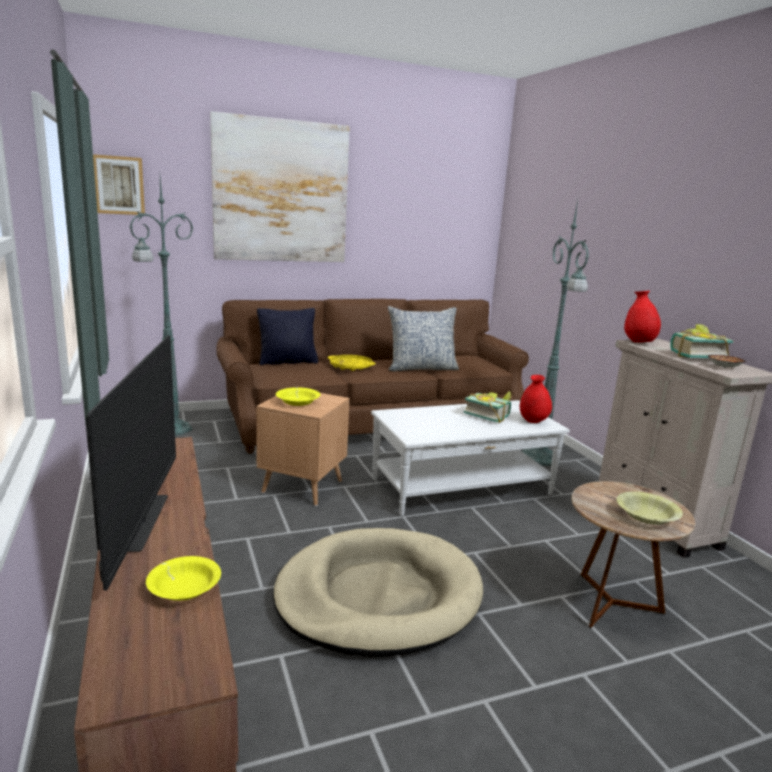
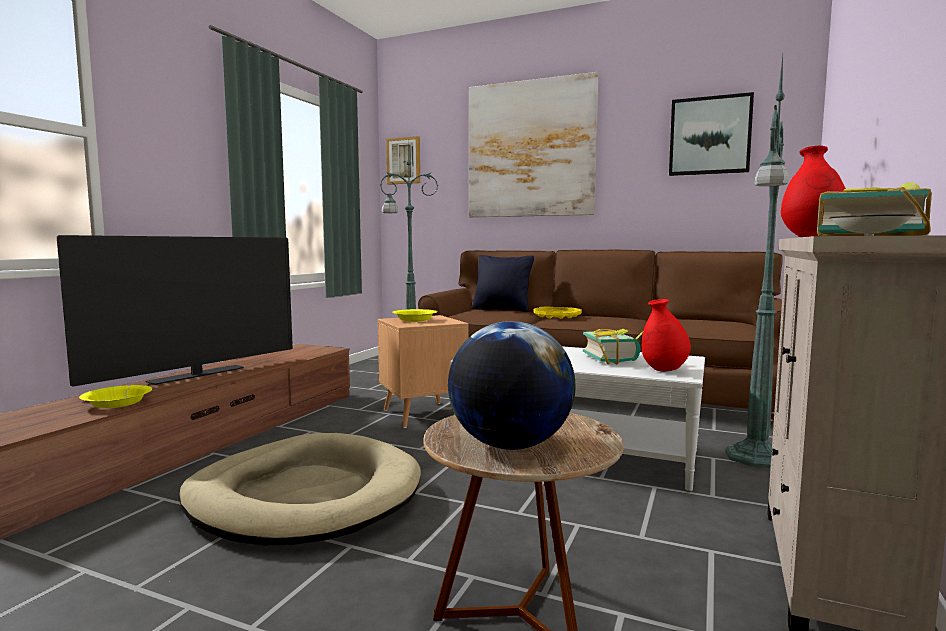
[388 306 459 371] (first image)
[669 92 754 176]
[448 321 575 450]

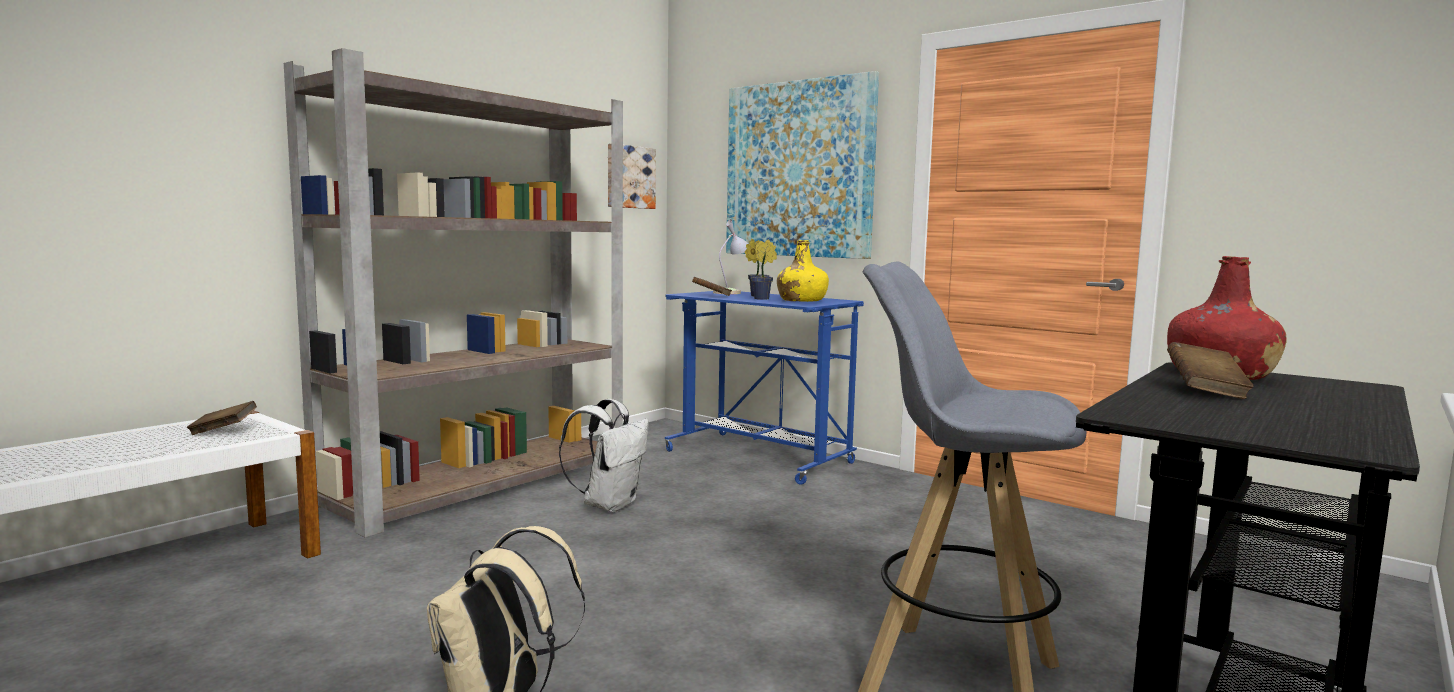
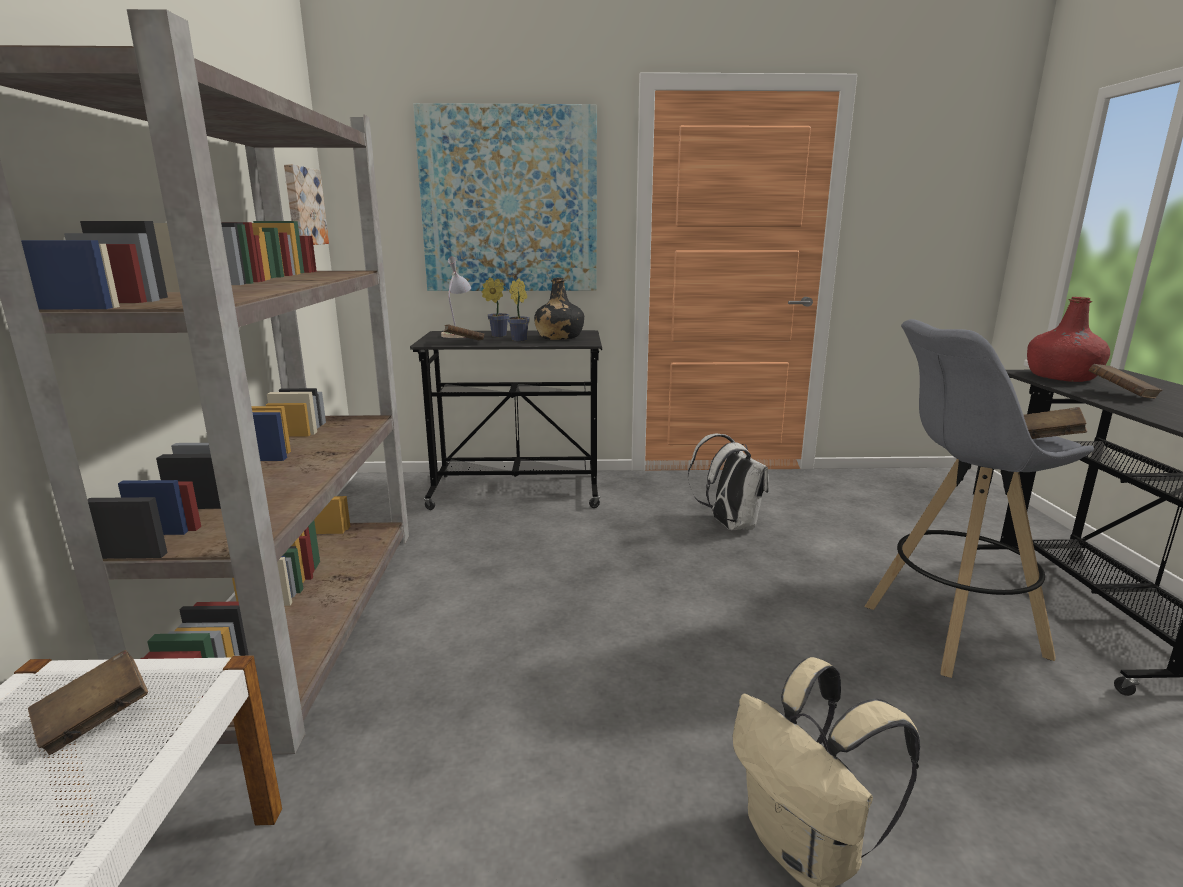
[1023 407 1087 439]
[688 434 769 530]
[410 330 602 510]
[534 277 584 340]

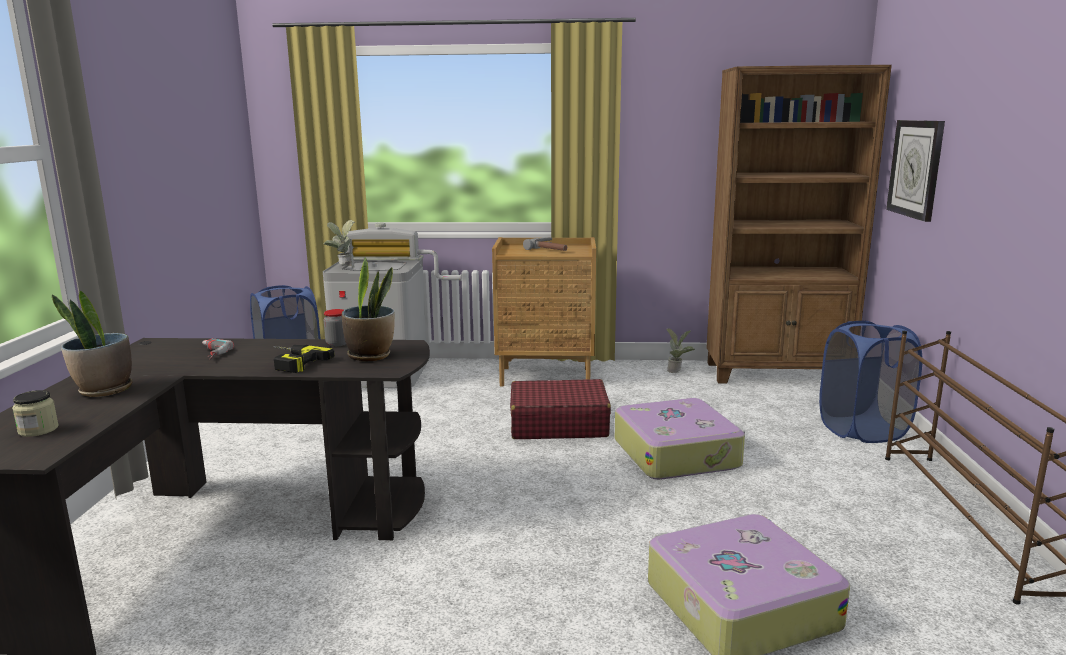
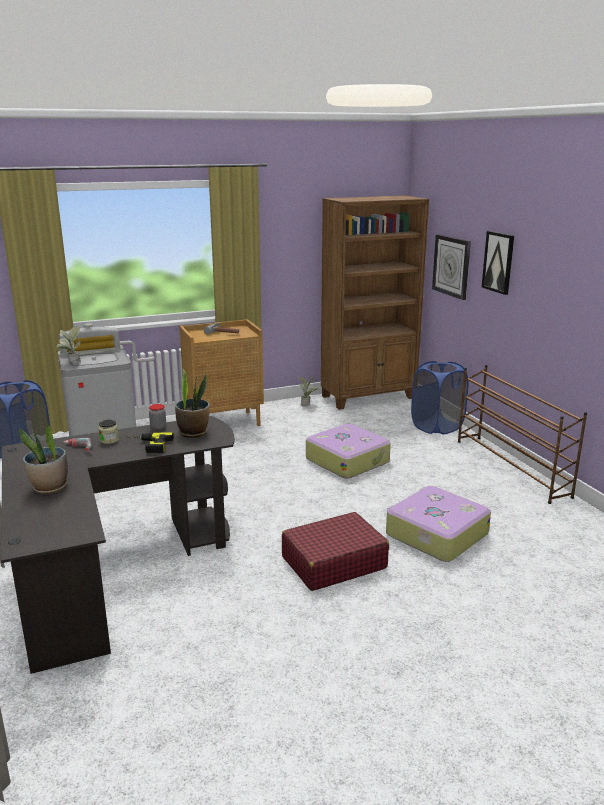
[482 231 514 295]
[99 420 119 444]
[282 512 389 591]

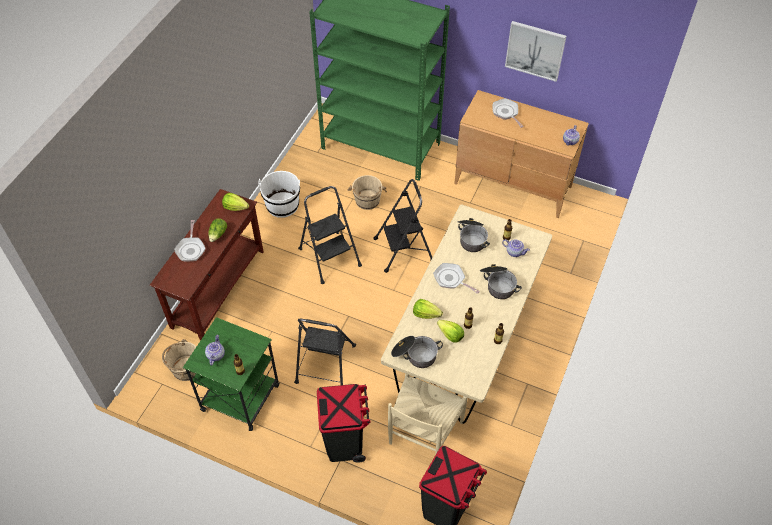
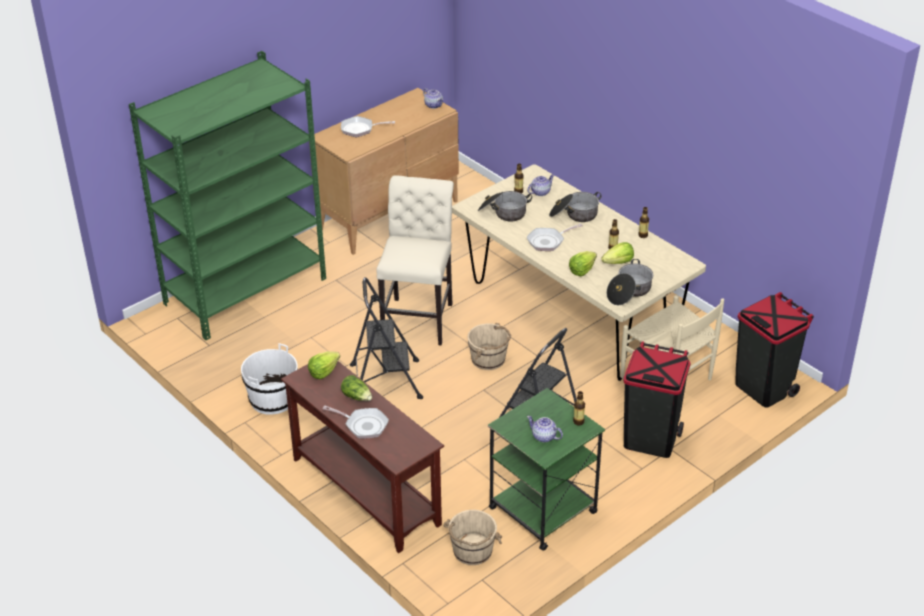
[505 21 566 82] (first image)
[467 323 511 370]
[376 175 454 345]

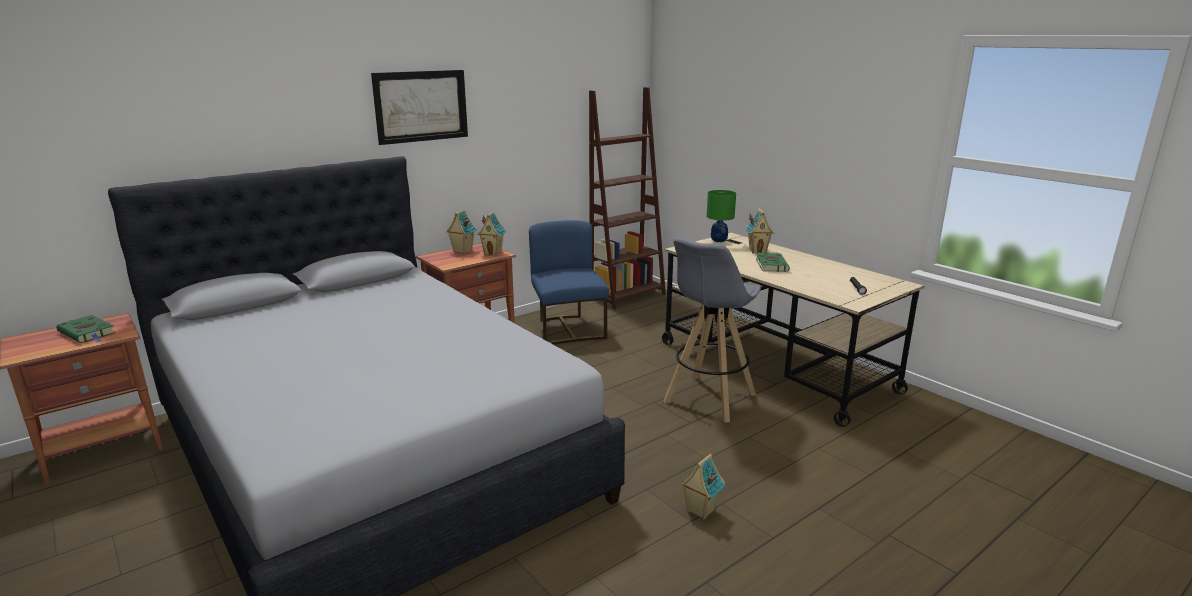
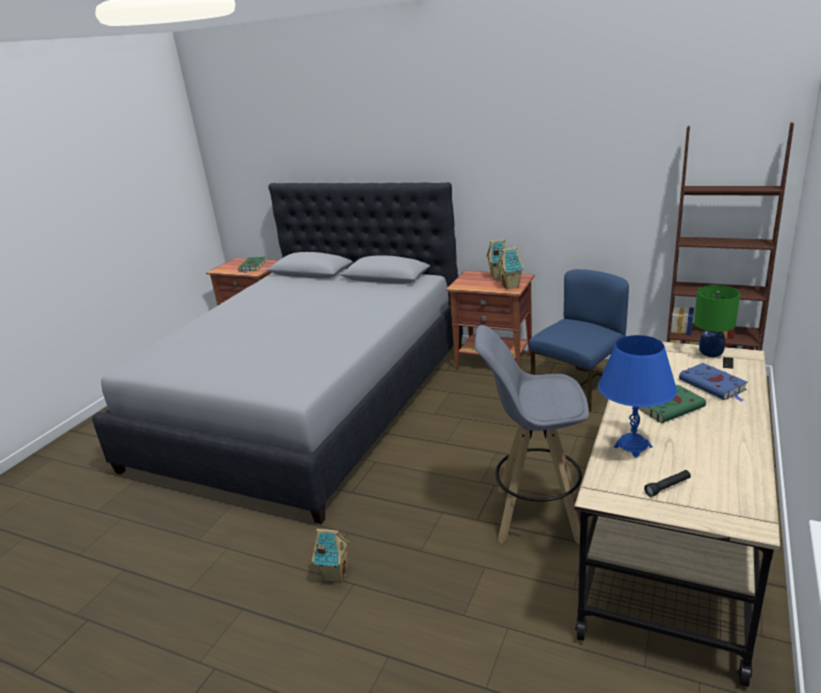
[371 70 468 145] (first image)
[598 335 677 458]
[679 363 748 402]

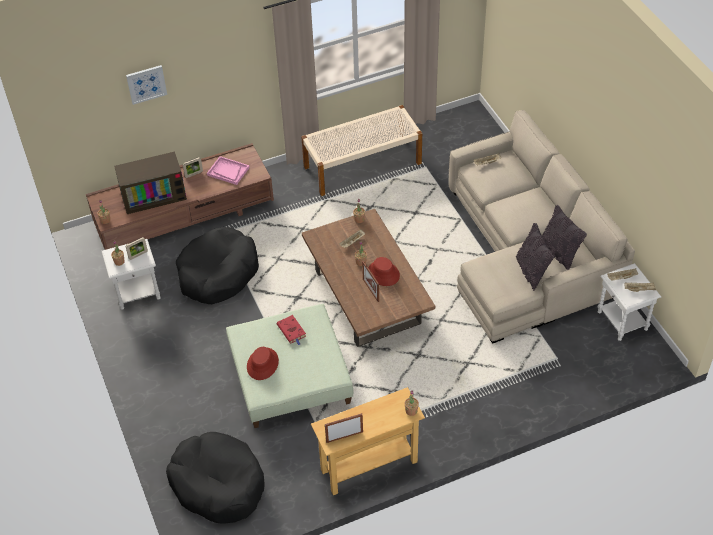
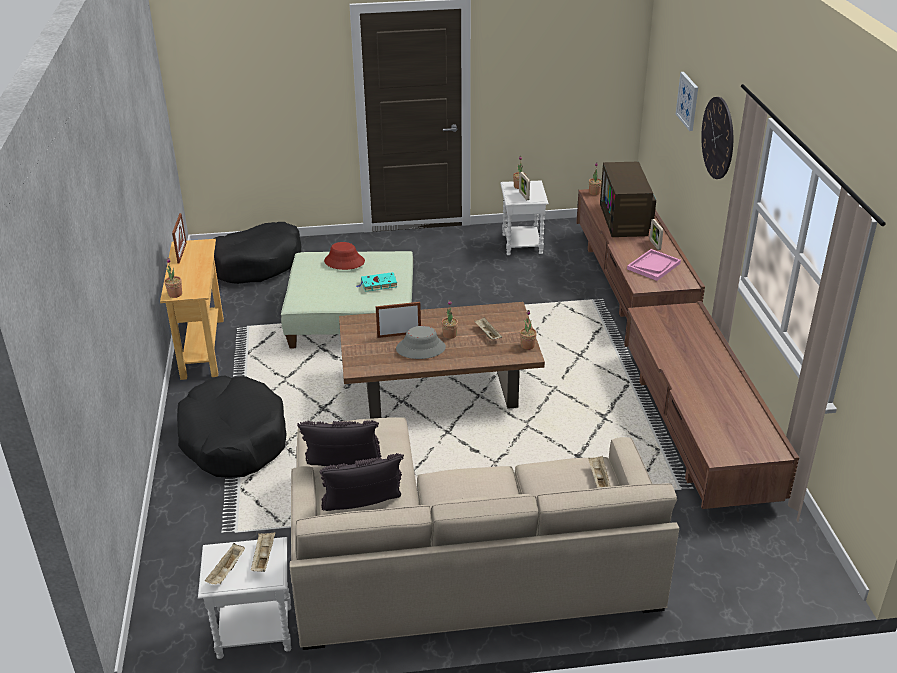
[701 97 733 179]
[177 375 287 477]
[624 301 799 509]
[357 272 397 292]
[396 326 446 359]

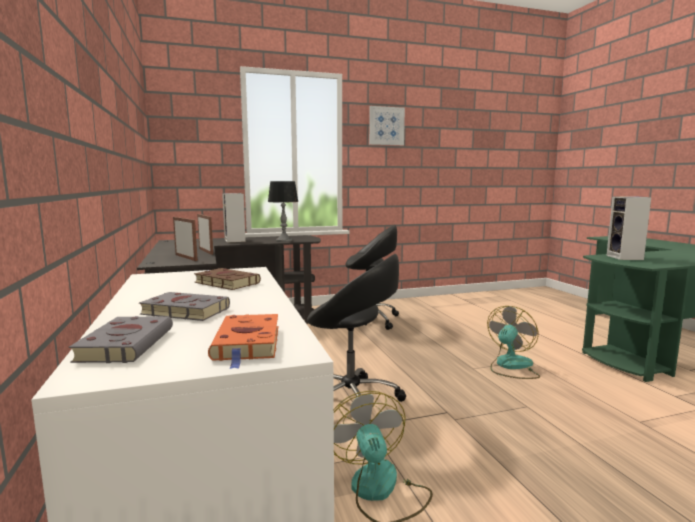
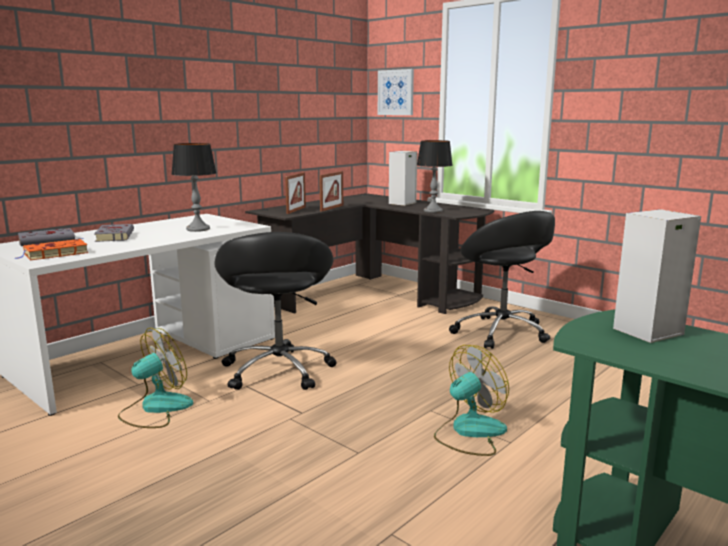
[378 69 414 115]
[172 143 217 232]
[434 345 509 456]

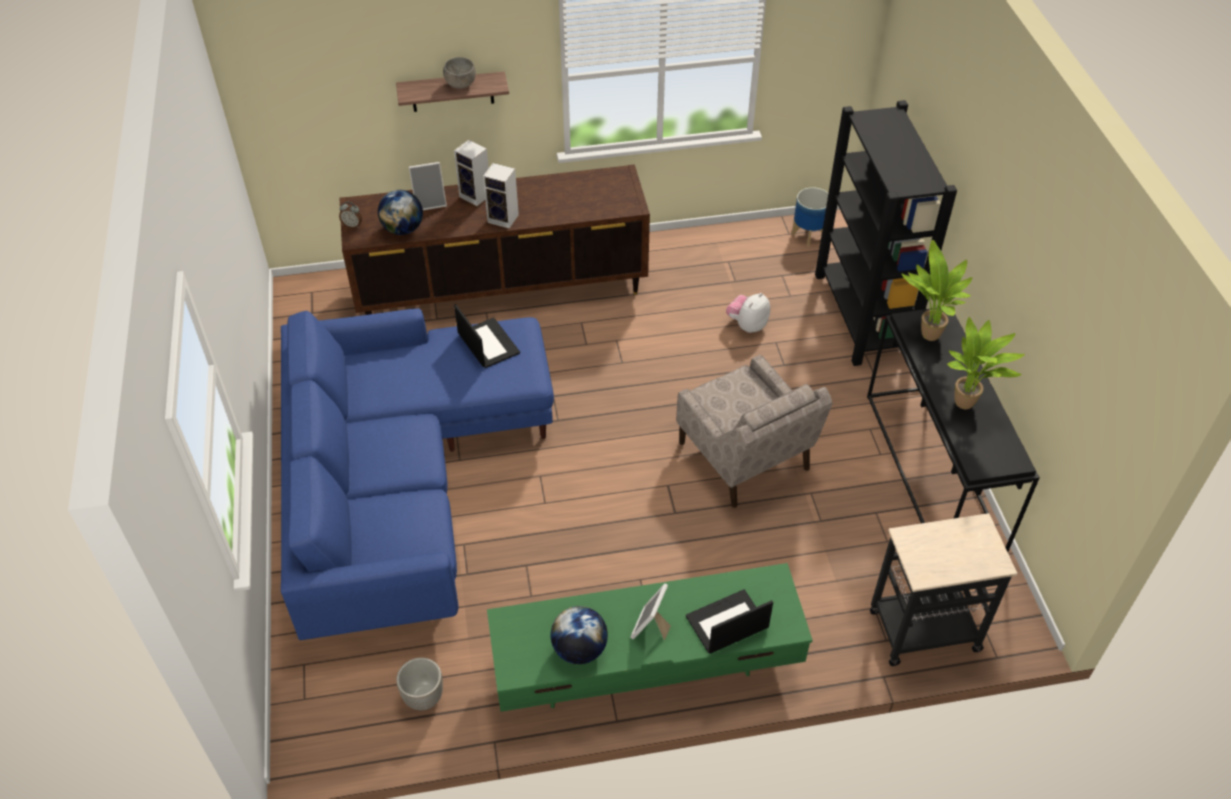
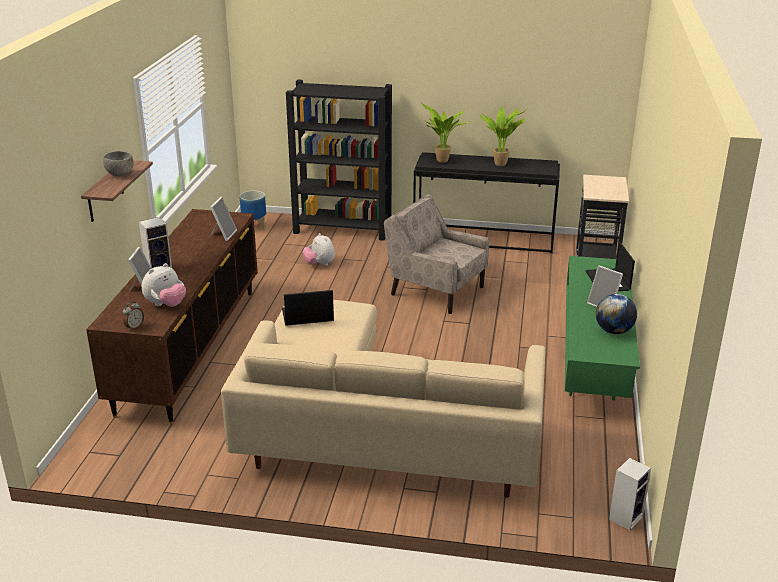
[396 658 443 710] (first image)
[210 197 237 241]
[609 458 651 530]
[142 263 186 307]
[221 300 545 498]
[384 194 489 314]

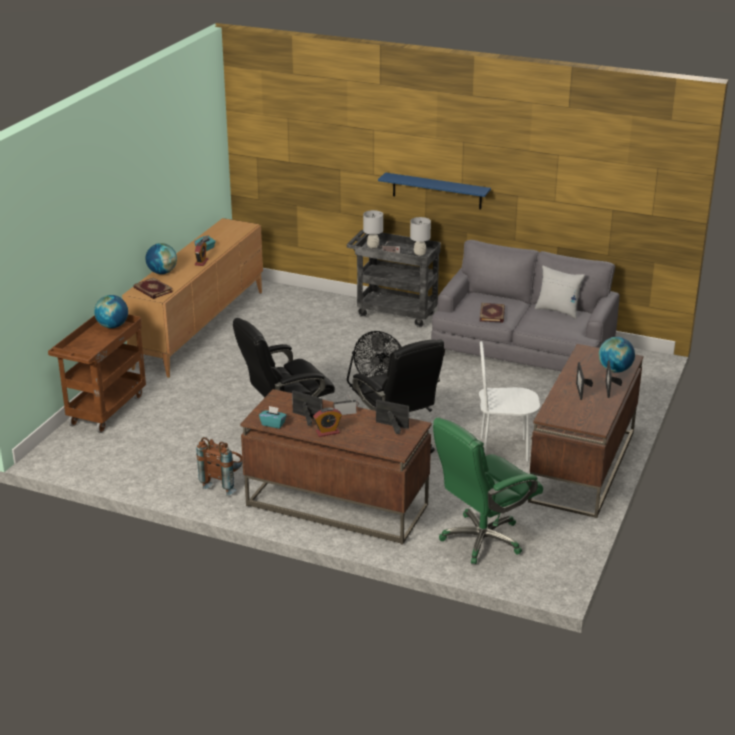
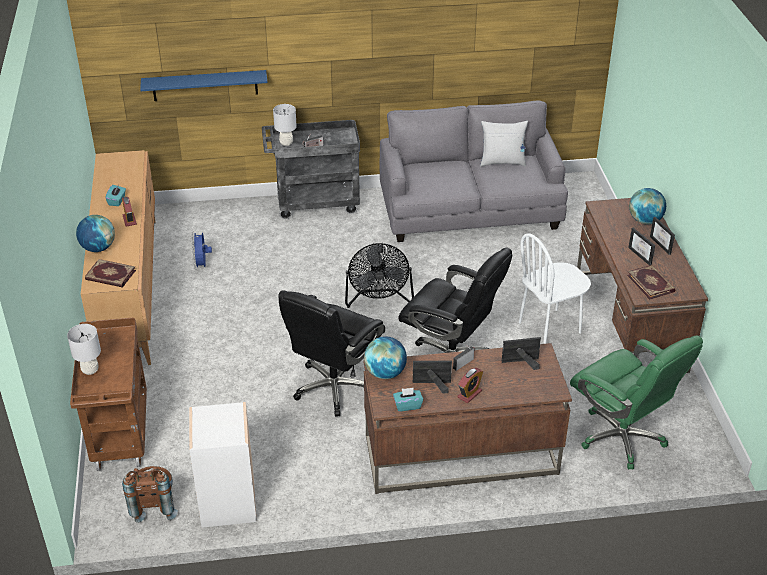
[189 402 257 528]
[192 231 212 270]
[364 336 407 379]
[122 466 178 523]
[140 70 268 101]
[67 324 101 375]
[627 265 675 300]
[570 336 703 470]

